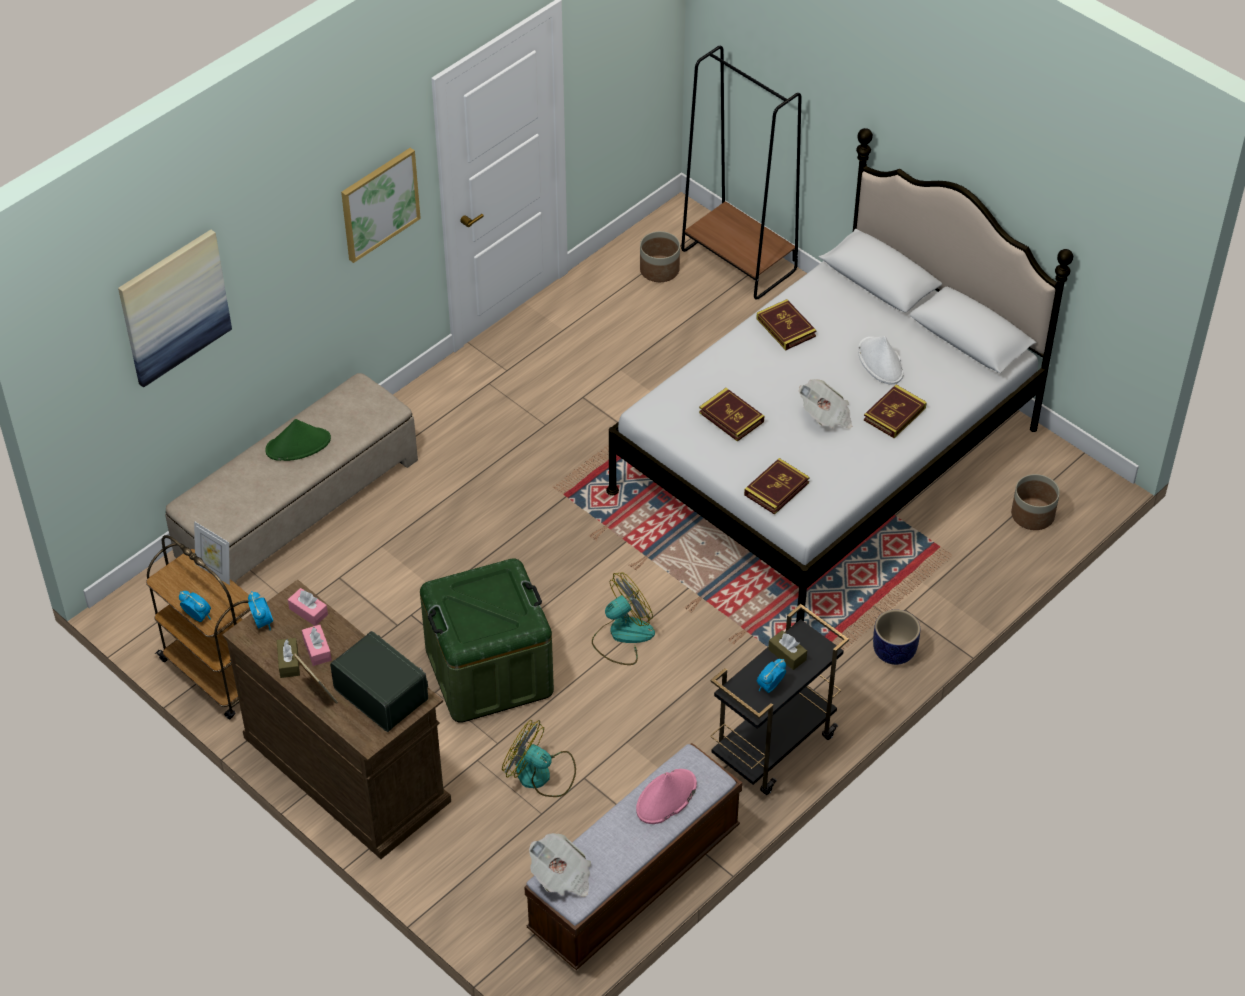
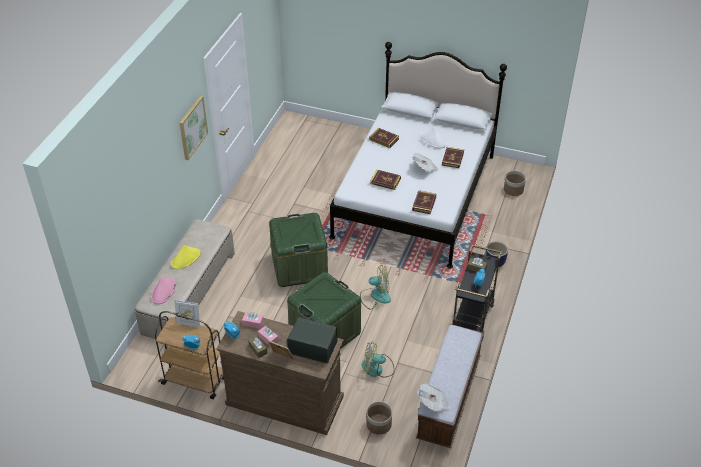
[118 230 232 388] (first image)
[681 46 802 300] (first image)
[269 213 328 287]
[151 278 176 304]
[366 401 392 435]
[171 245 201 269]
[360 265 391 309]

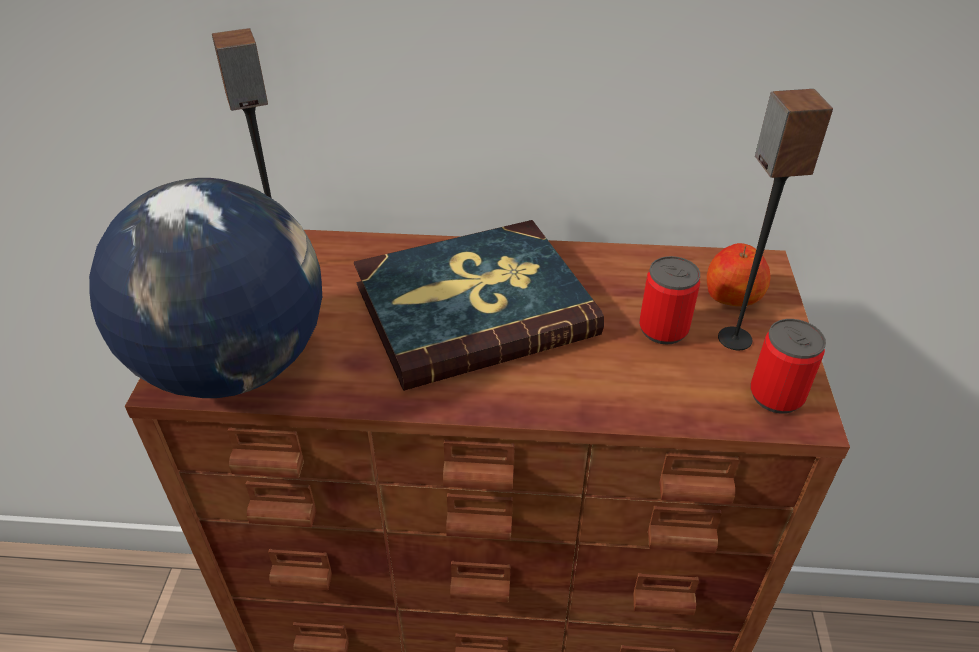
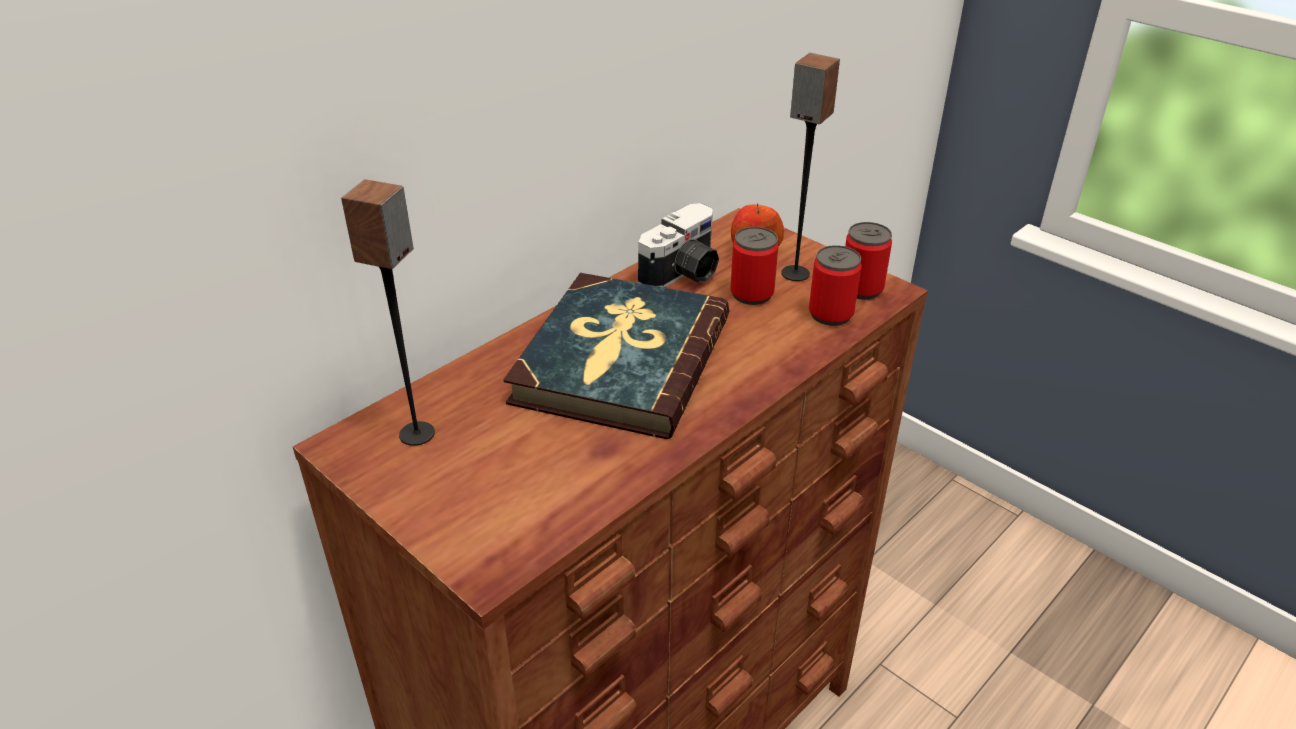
[89 178 322 398] (first image)
[638 203 719 287]
[809 245 861 326]

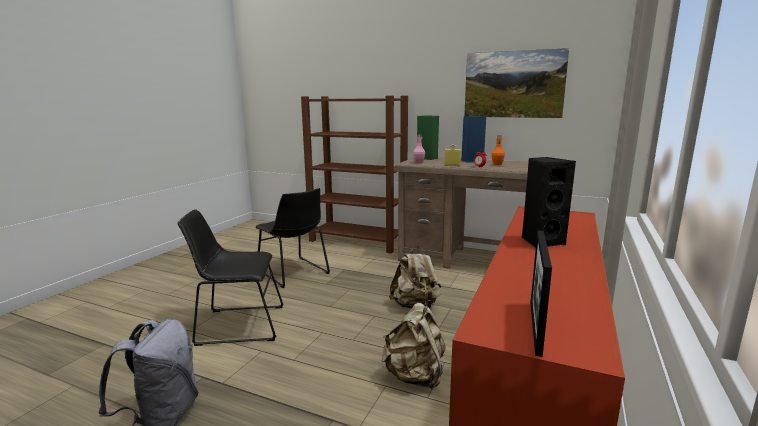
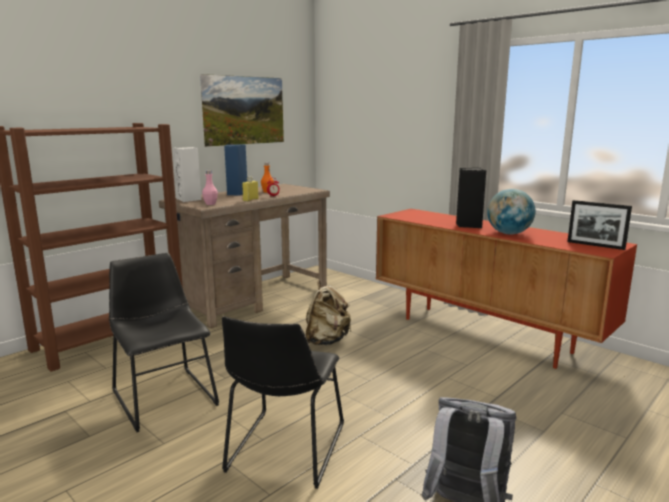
[382 303 445 390] (first image)
[487 189 535 235]
[172 147 202 202]
[109 253 219 432]

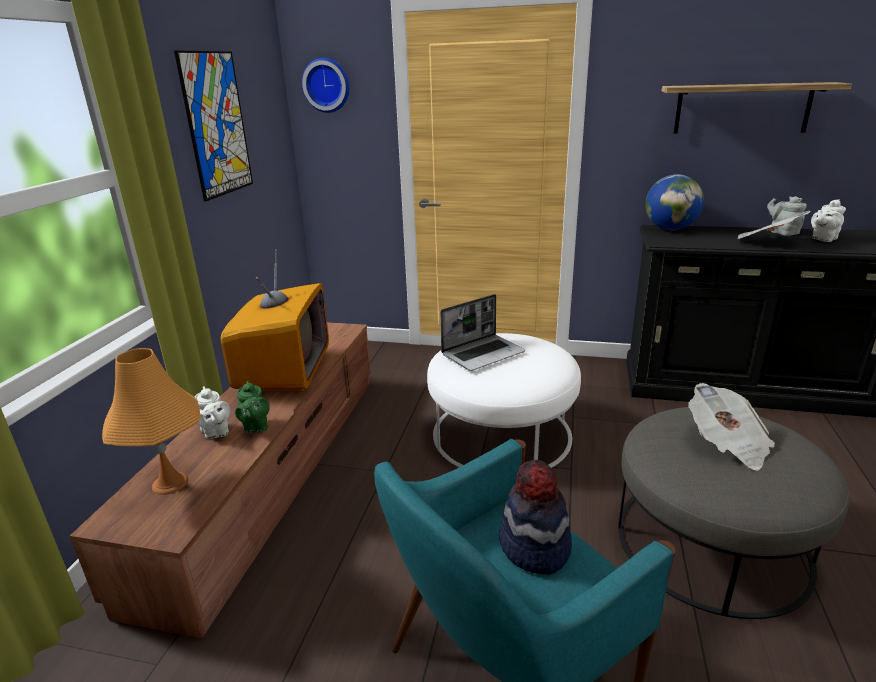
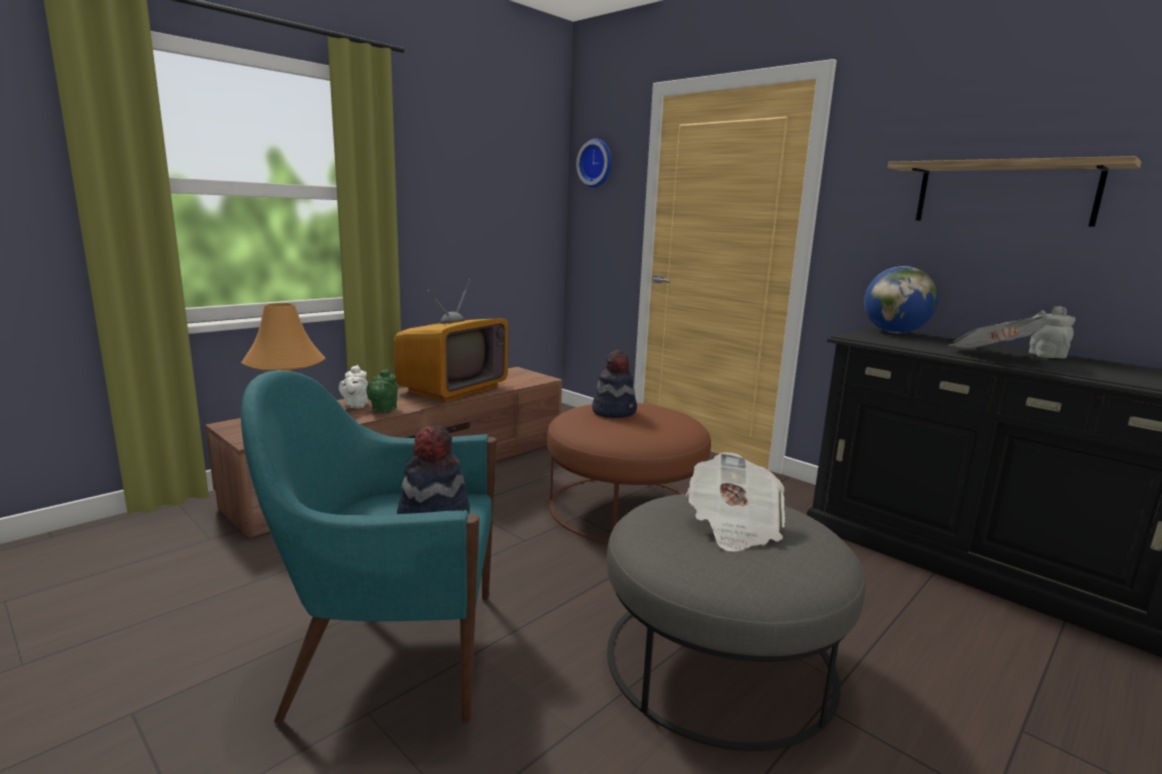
[174 50 253 201] (first image)
[811 199 846 242] (first image)
[592 350 637 418]
[547 403 711 543]

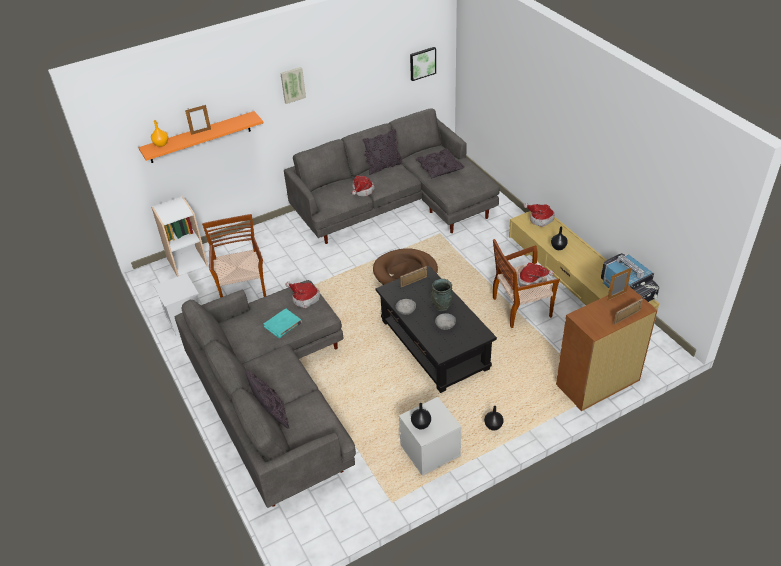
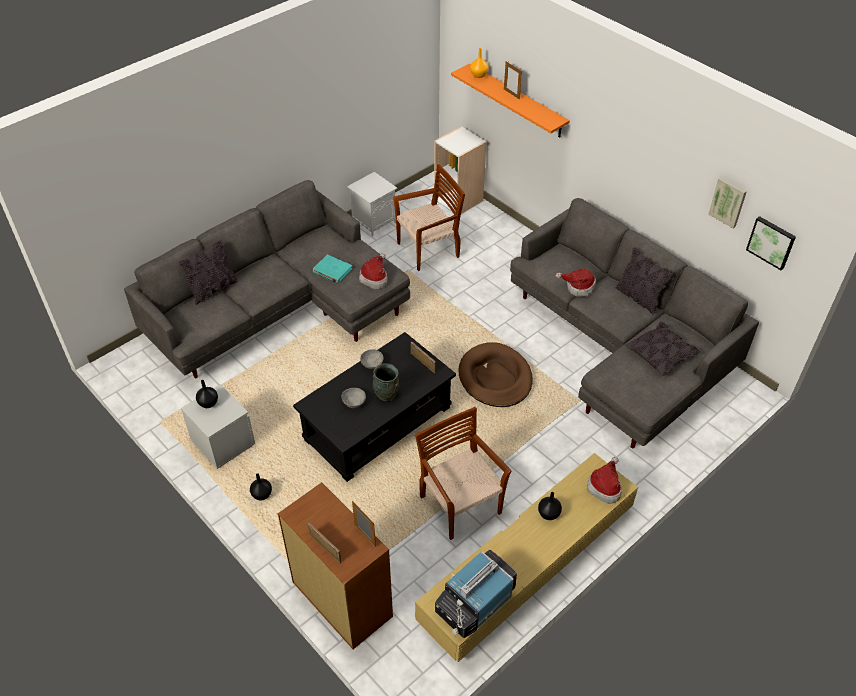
[518 263 554 289] (first image)
[708 177 747 228]

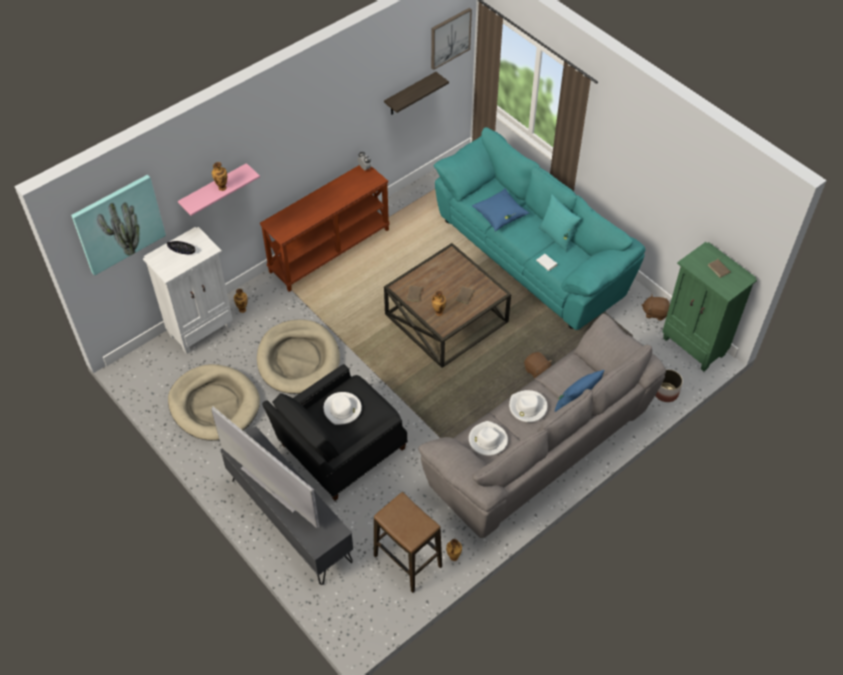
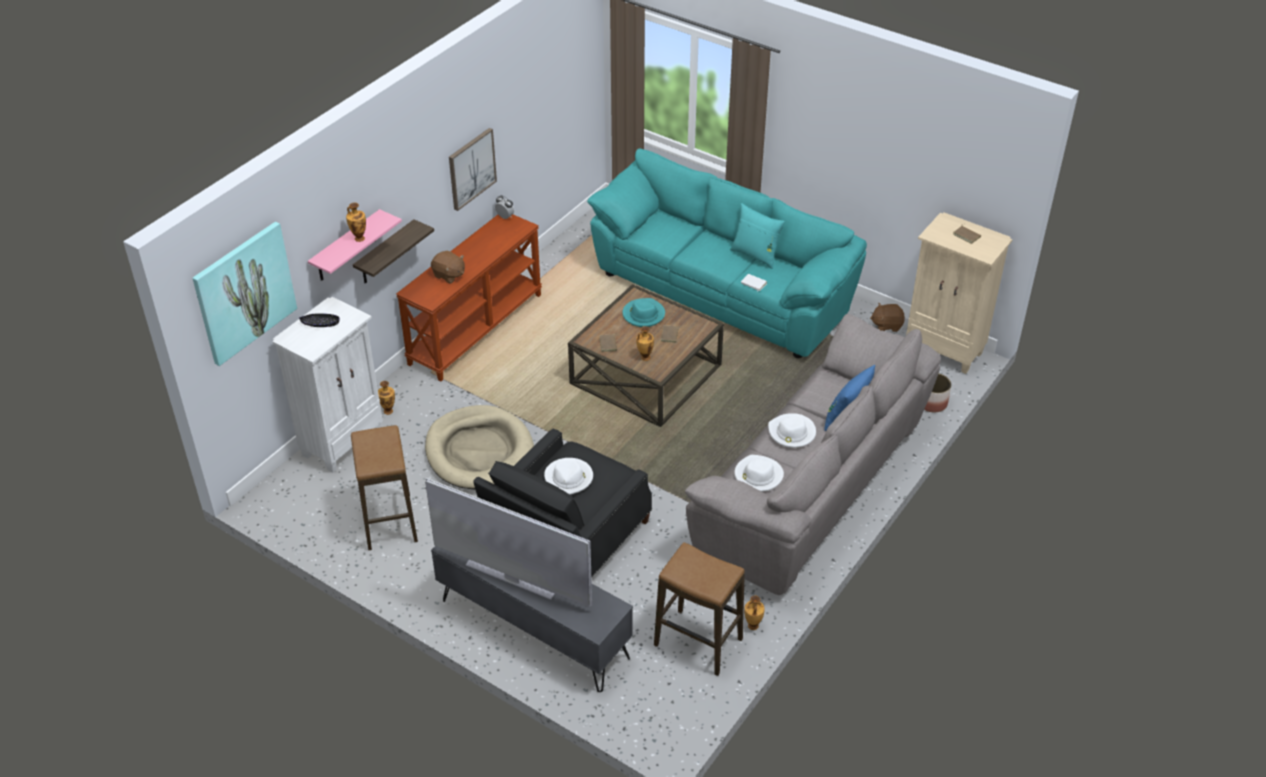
[472 188 529 231] (first image)
[622 298 665 327]
[353 219 434 283]
[449 128 497 211]
[431 251 465 284]
[351 425 418 550]
[906 212 1013 374]

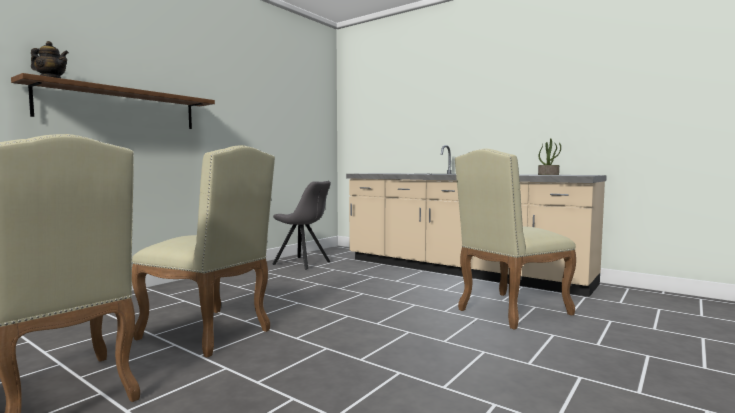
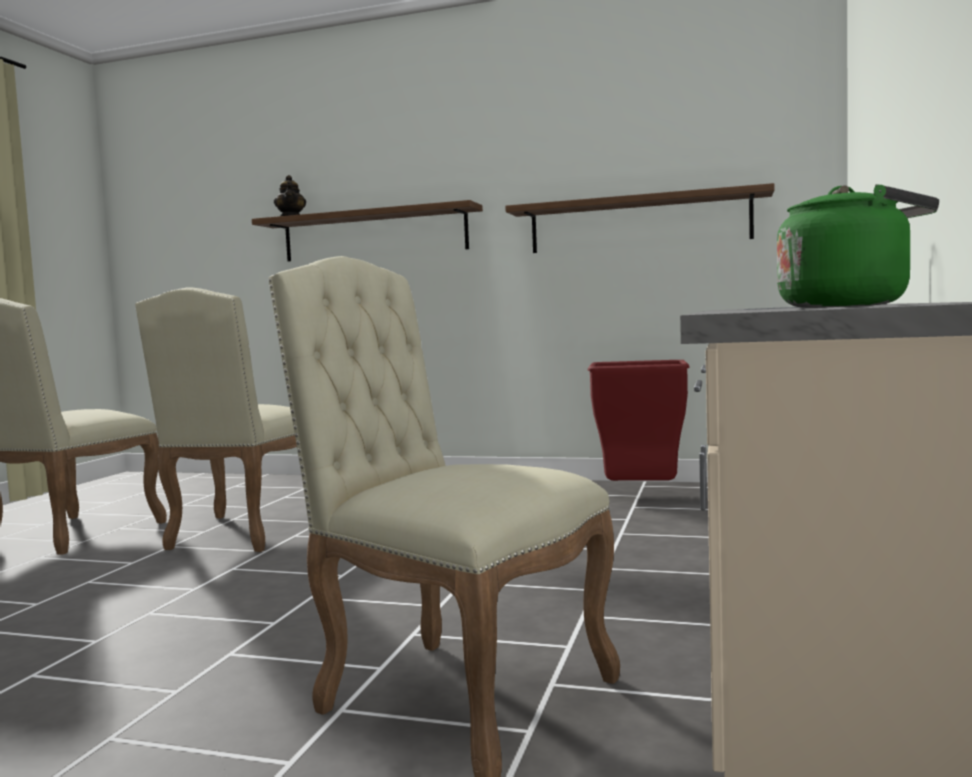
[505 183 775 253]
[588 360 690 481]
[777 184 939 308]

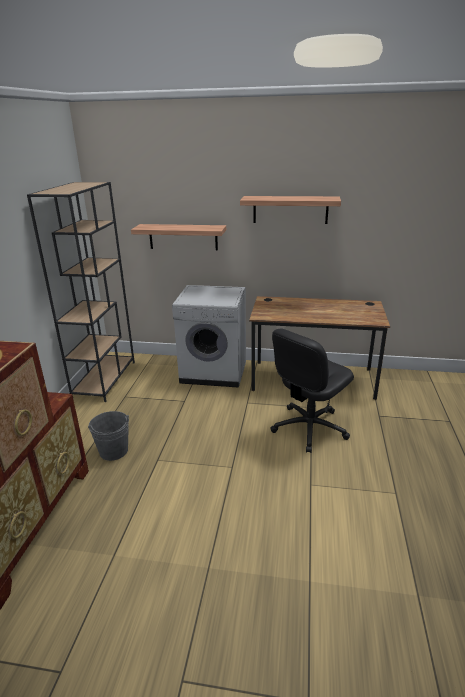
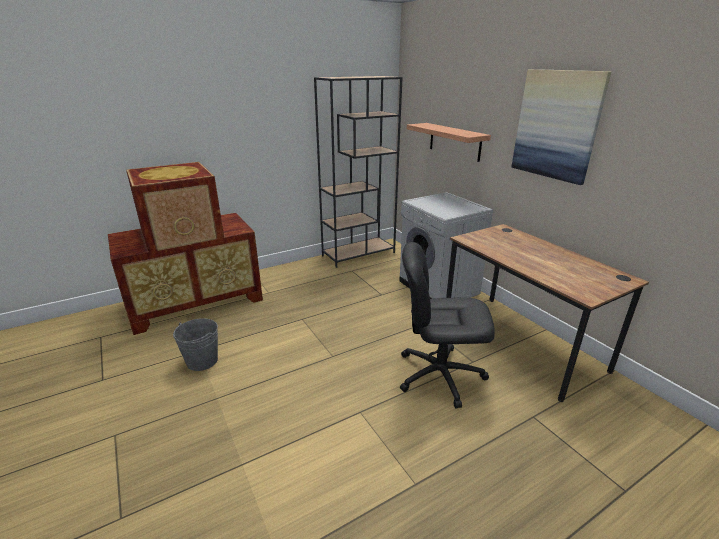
[173 318 218 371]
[512 69 611 185]

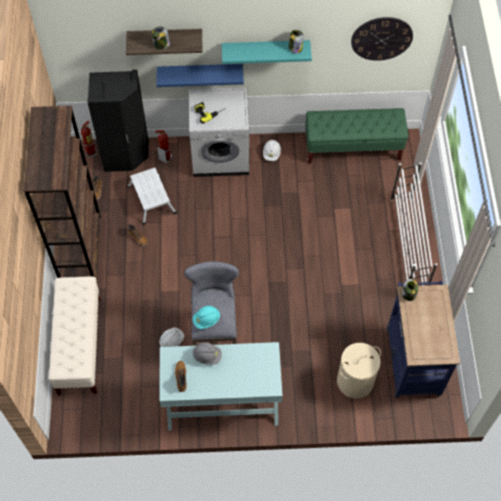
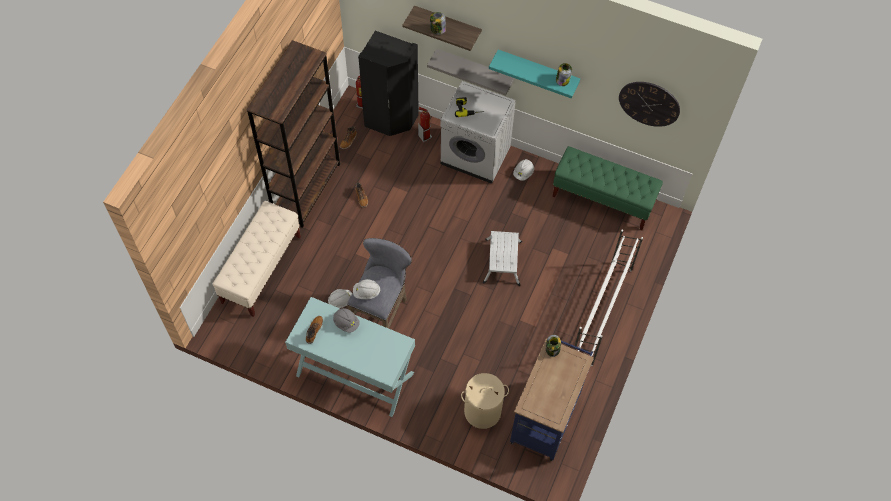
[483 231 522 286]
[427 48 515 96]
[353 279 381 300]

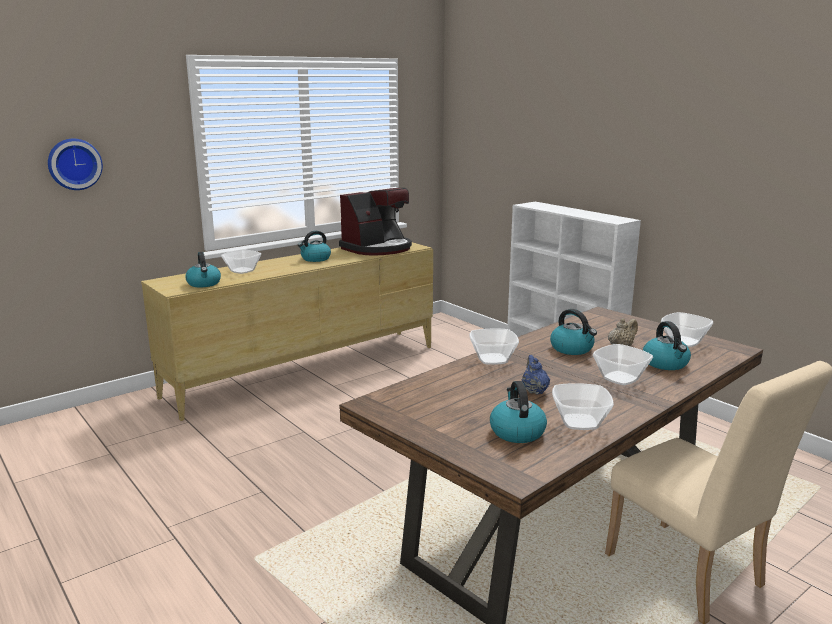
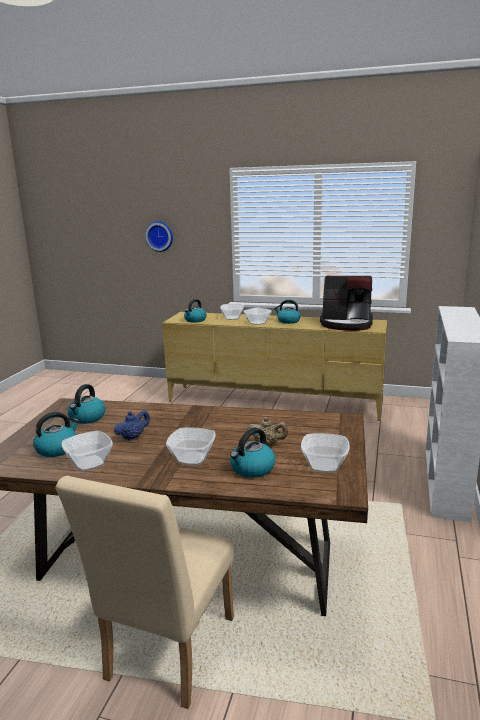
[243 308 272 325]
[67 384 105 424]

